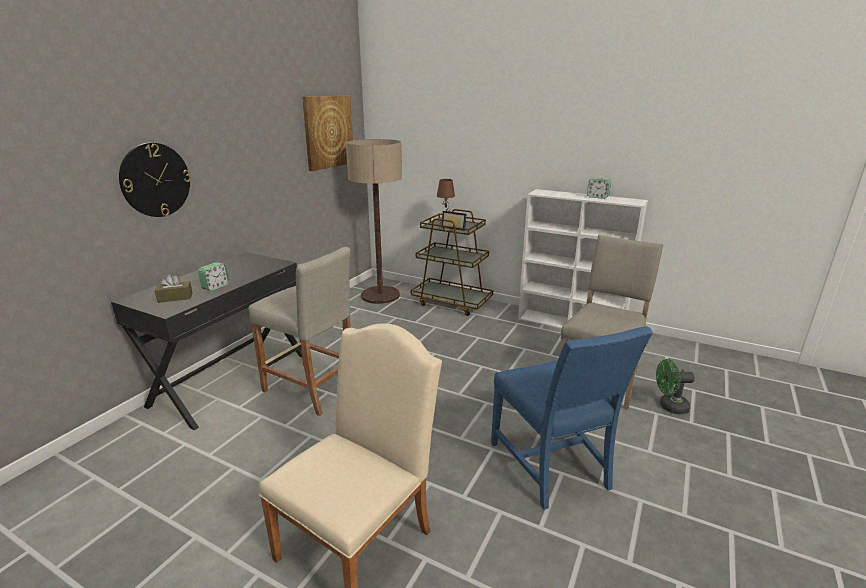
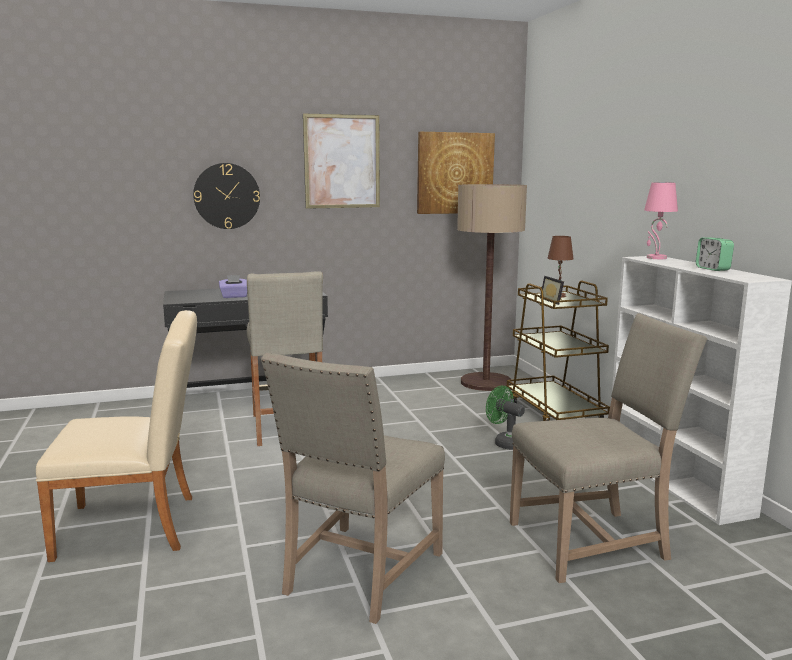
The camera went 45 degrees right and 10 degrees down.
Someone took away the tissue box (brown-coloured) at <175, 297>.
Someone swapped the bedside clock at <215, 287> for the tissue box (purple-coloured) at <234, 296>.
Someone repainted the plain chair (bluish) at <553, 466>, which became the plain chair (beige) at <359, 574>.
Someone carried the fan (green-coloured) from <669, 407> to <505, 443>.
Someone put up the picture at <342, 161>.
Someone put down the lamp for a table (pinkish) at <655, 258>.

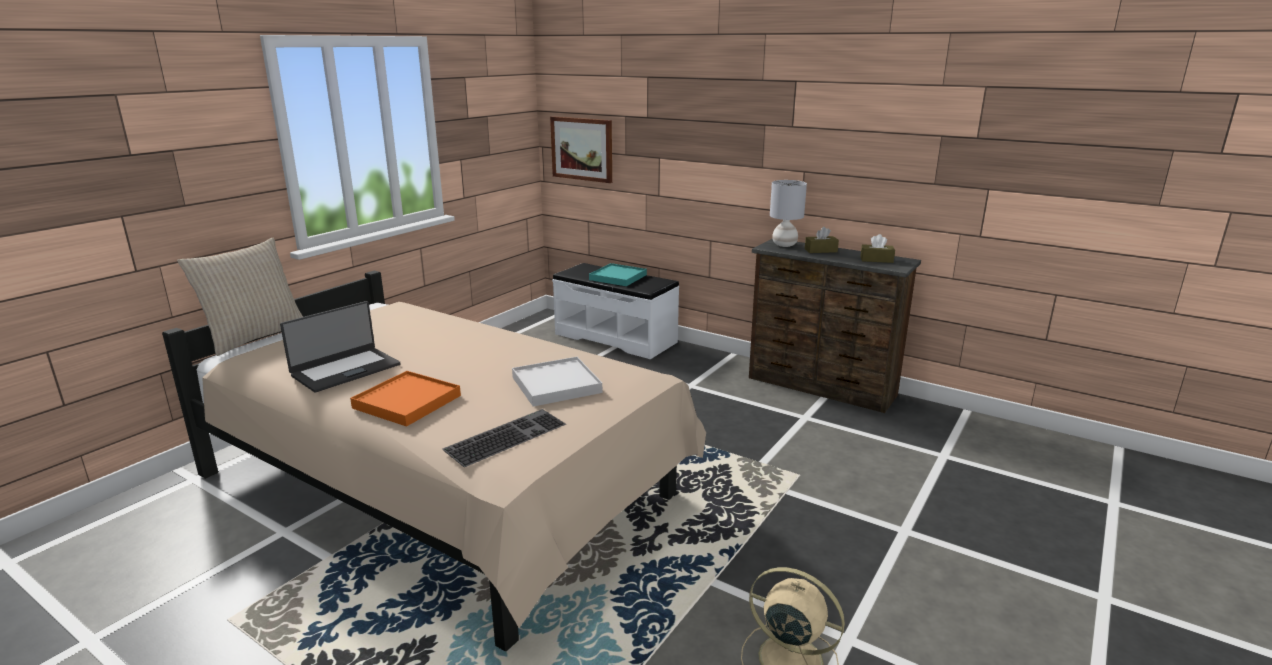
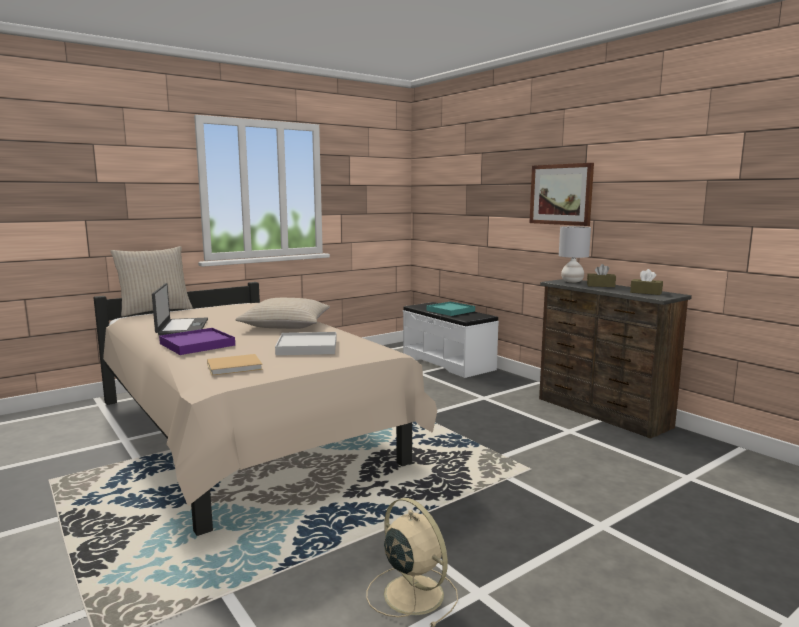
The camera went 20 degrees right and 10 degrees down.
Someone rotated the notebook computer at <345, 370> by 75 degrees counterclockwise.
Someone repainted the carrying tray (orange) at <407, 402>, which became the carrying tray (purple-coloured) at <197, 344>.
Someone swapped the PC keyboard at <506, 436> for the book (beige) at <236, 366>.
Someone carried the picture from <582, 149> to <561, 194>.
Someone put down the pillow (beige) at <286, 324>.

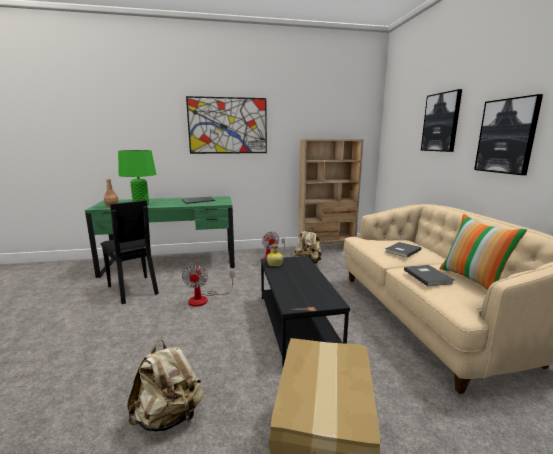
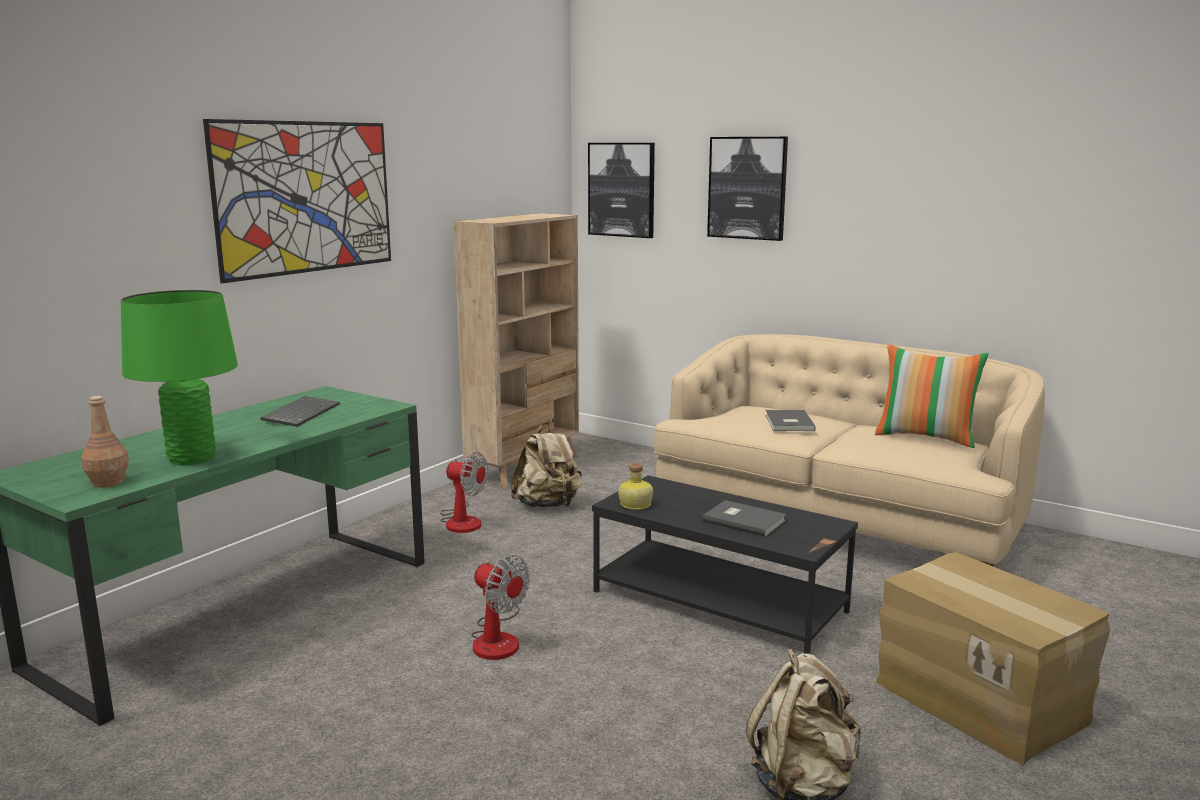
The camera went 45 degrees left and 0 degrees up.
Someone took away the plain chair (blackish) at <133, 289>.
Someone carried the book (greyish) from <428, 276> to <744, 520>.
Someone carried the picture from <506, 136> to <622, 189>.

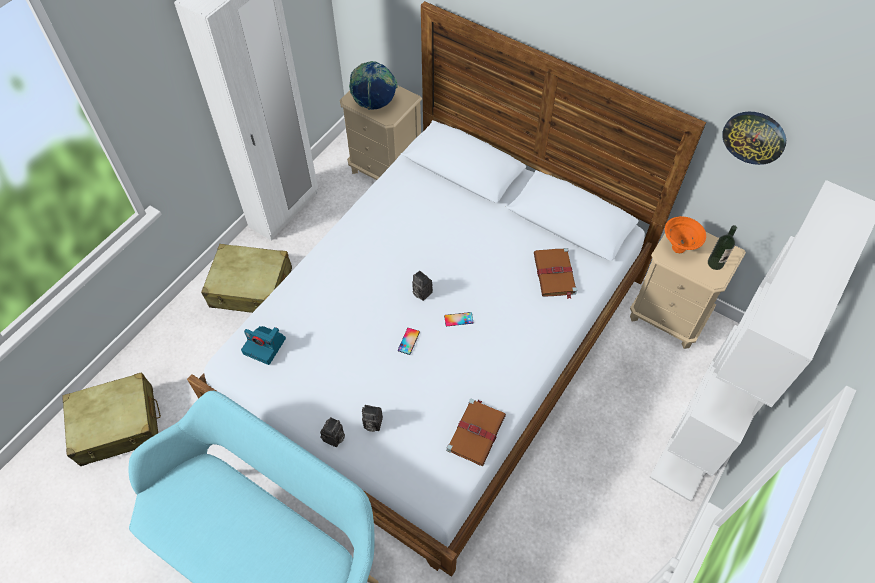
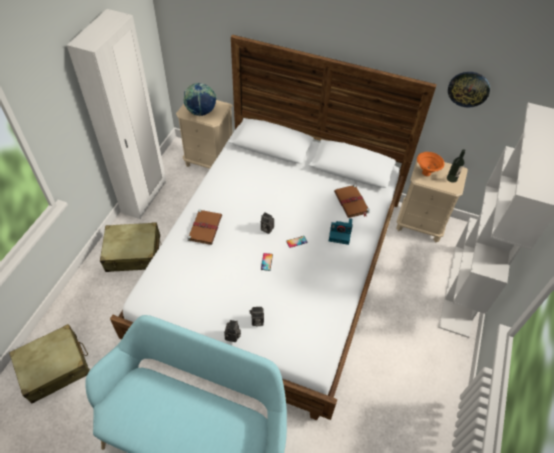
The camera went 15 degrees left and 5 degrees down.
Someone carried the still camera from <265, 346> to <340, 234>.
Someone carried the book (brown-coloured) from <476, 432> to <205, 227>.

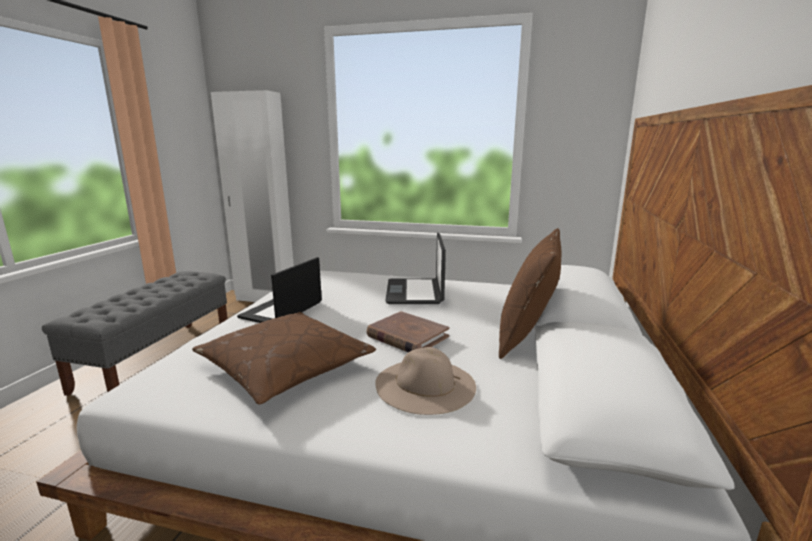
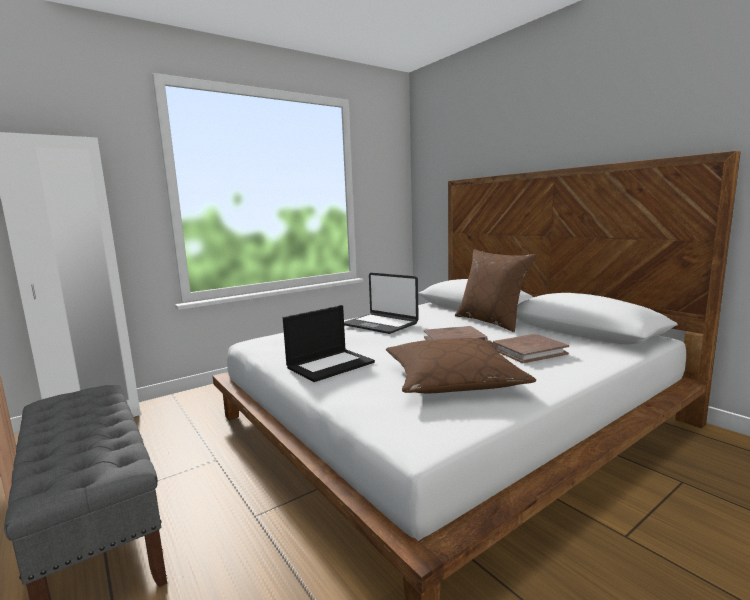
The camera went 50 degrees left and 5 degrees down.
Someone rotated the notebook computer at <281, 310> by 105 degrees counterclockwise.
Someone swapped the clothing hat (beige) at <425, 385> for the book (brown-coloured) at <529, 351>.

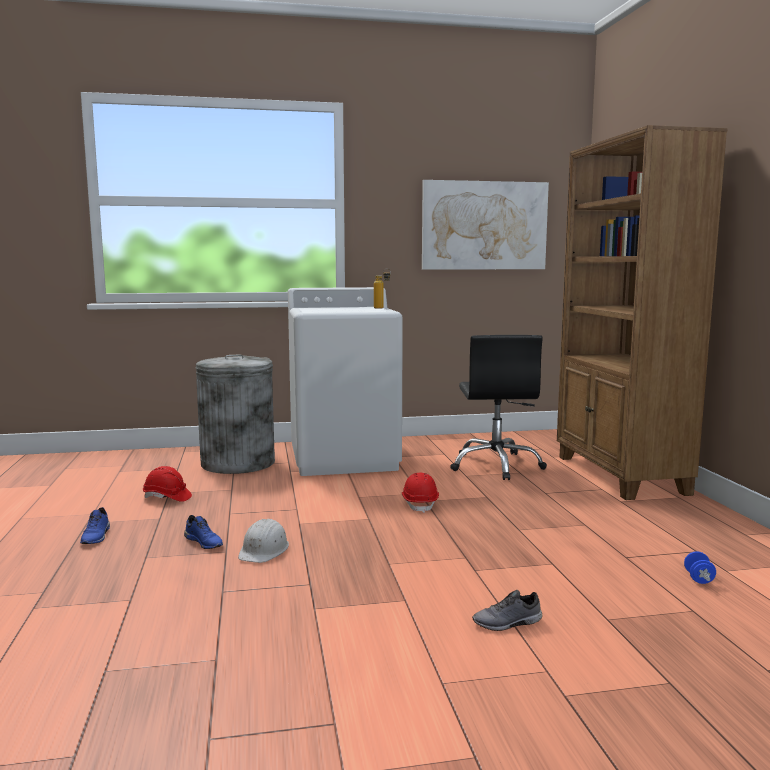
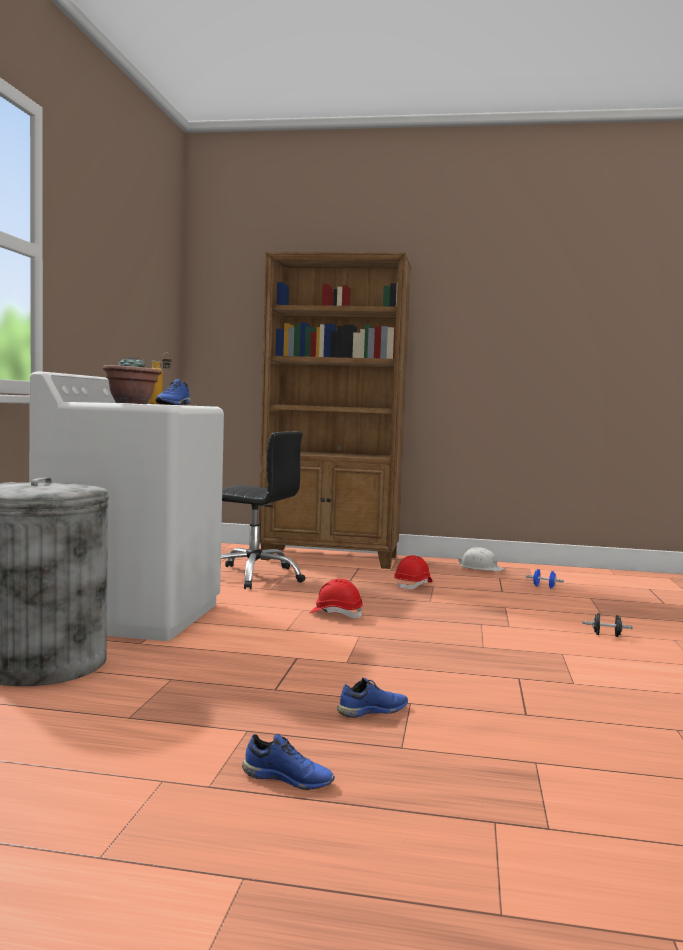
The camera went 70 degrees left and 5 degrees down.
Someone carried the work helmet (reddish) from <167, 498> to <413, 585>.
Someone carried the work helmet (white-coloured) from <264, 550> to <481, 568>.
Someone took away the picture at <484, 225>.
Someone swapped the item of footwear (greyish) at <507, 623> for the hand weight (blackish) at <606, 635>.
Someone put down the plant in a pot at <132, 403>.
Someone put down the item of footwear (bluish) at <174, 404>.

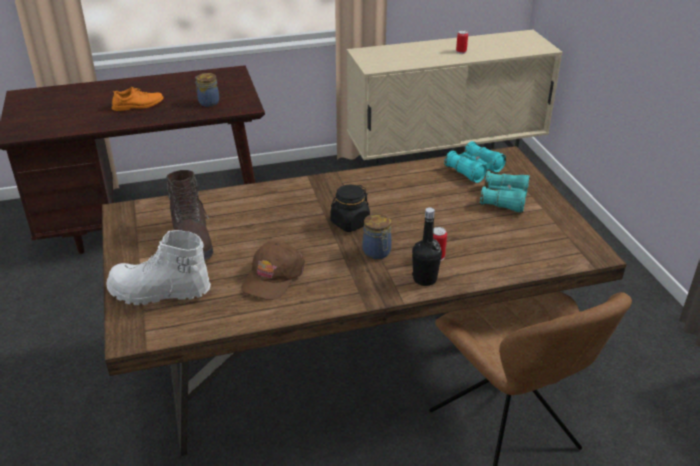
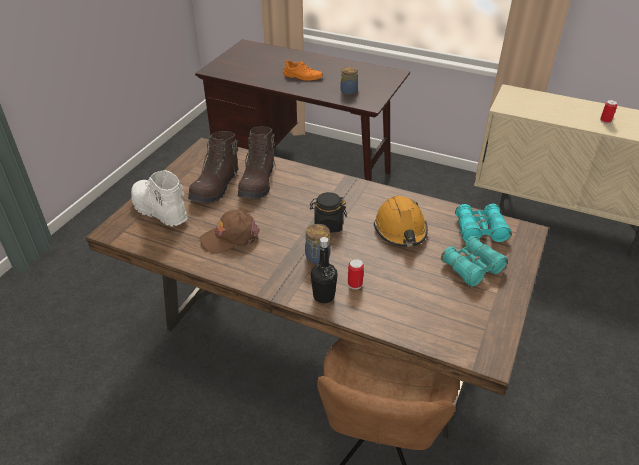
The camera went 40 degrees right and 5 degrees up.
Someone put down the boot (brown-coloured) at <258, 183>.
Someone put down the work helmet (orange) at <400, 230>.

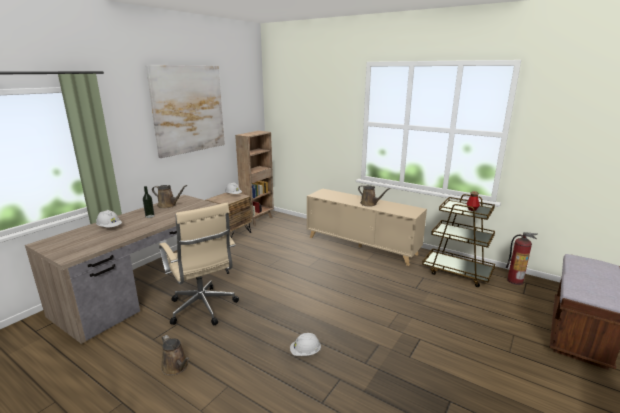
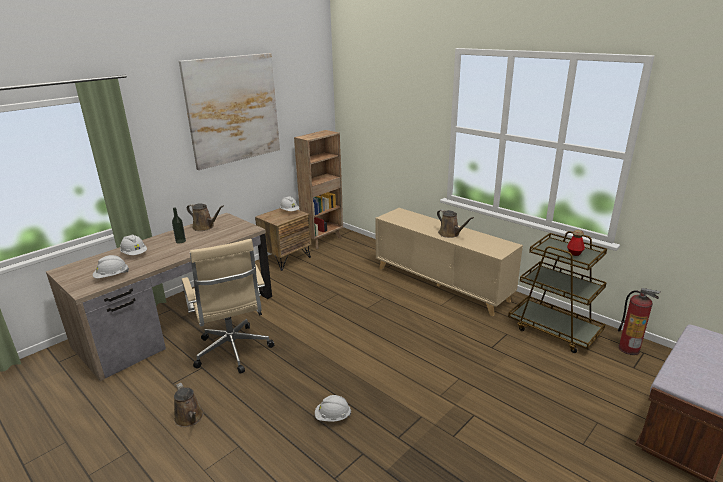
The camera went 10 degrees right and 5 degrees up.
Someone put down the work helmet (white-coloured) at <112, 276>.

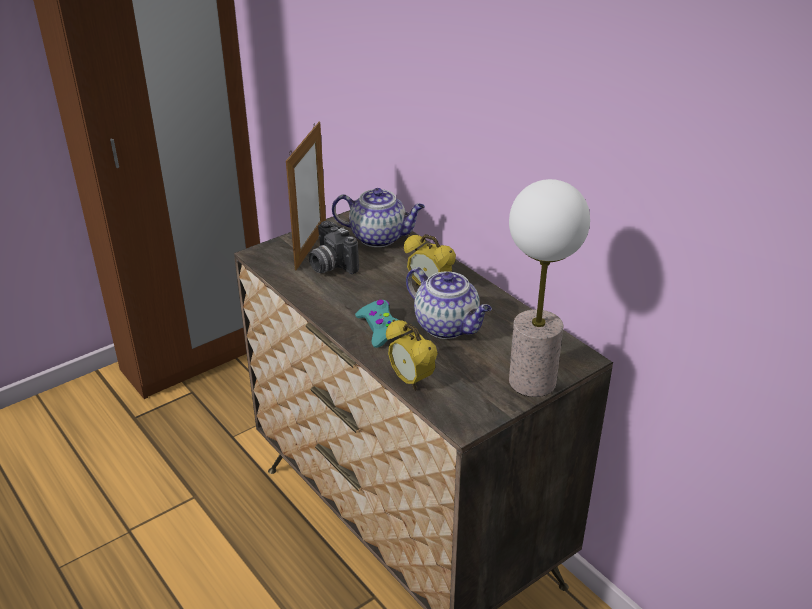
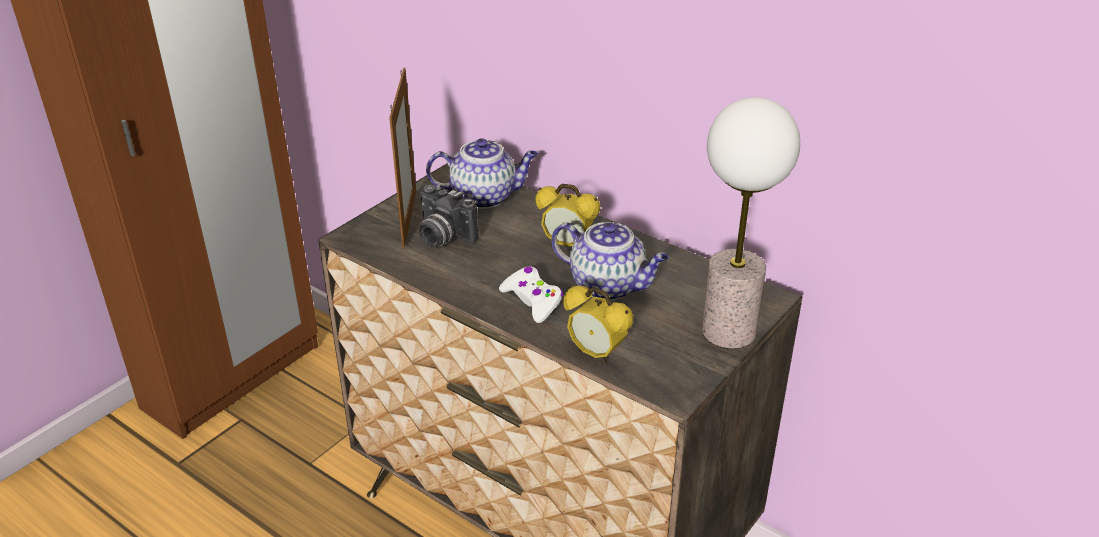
The camera went 15 degrees left and 0 degrees up.
Someone repainted the gamepad (turquoise) at <379, 328>, which became the gamepad (white-coloured) at <532, 301>.

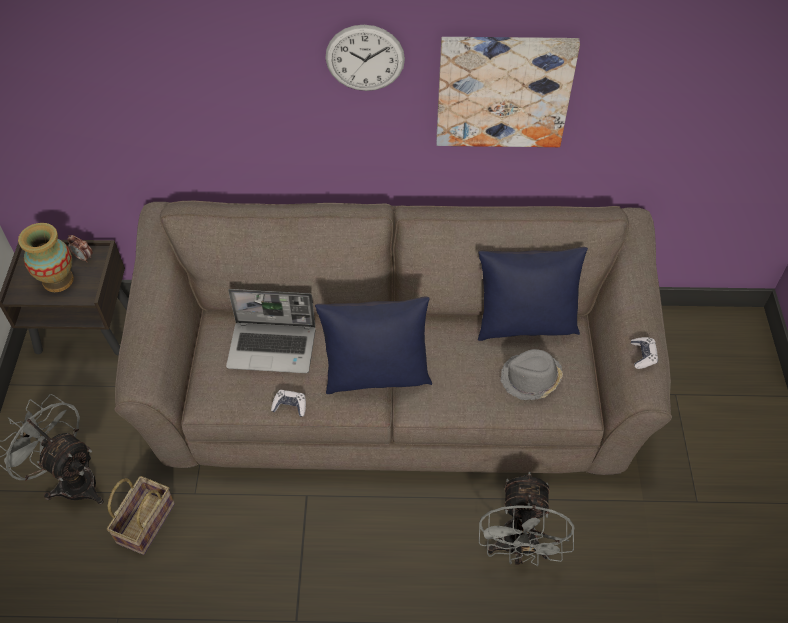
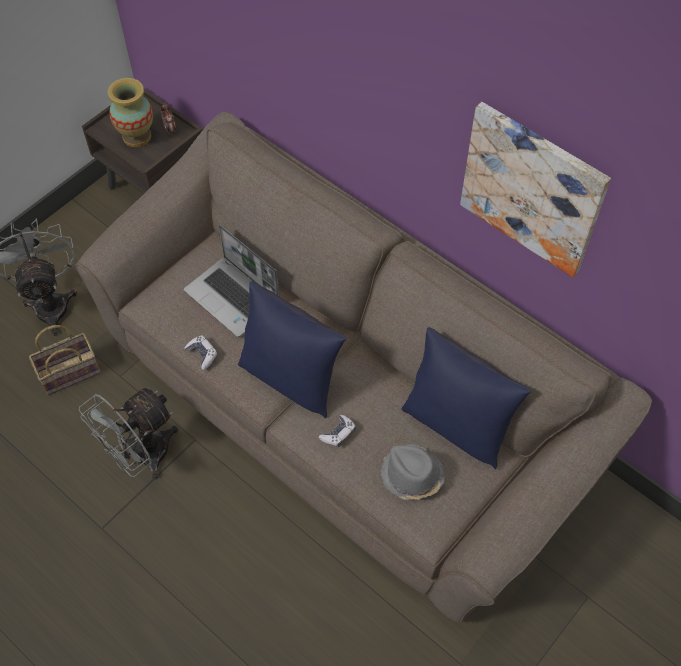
The camera went 40 degrees right and 5 degrees up.
Someone took away the clock on the wall at <365, 58>.
Someone carried the fan (greyish) from <517, 549> to <142, 456>.
Someone carried the gamepad from <643, 355> to <338, 434>.

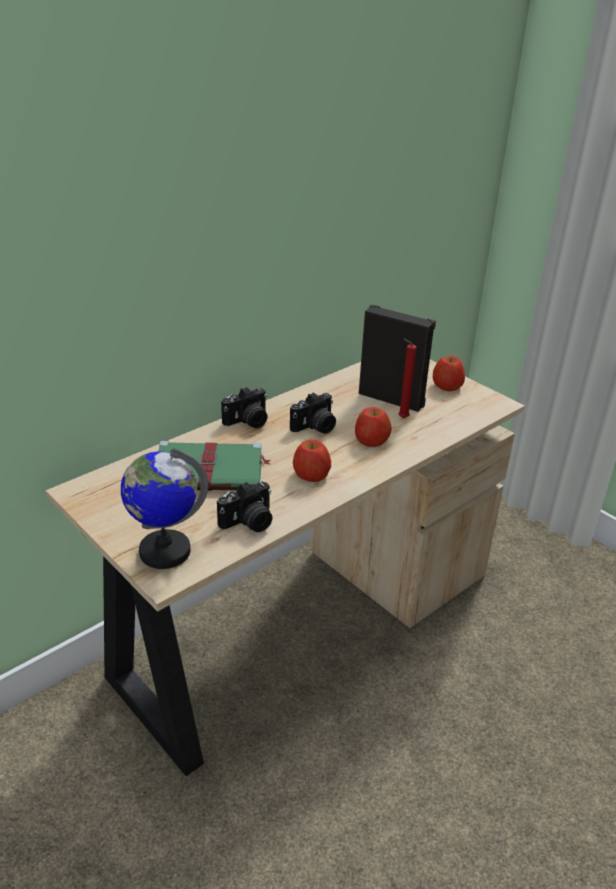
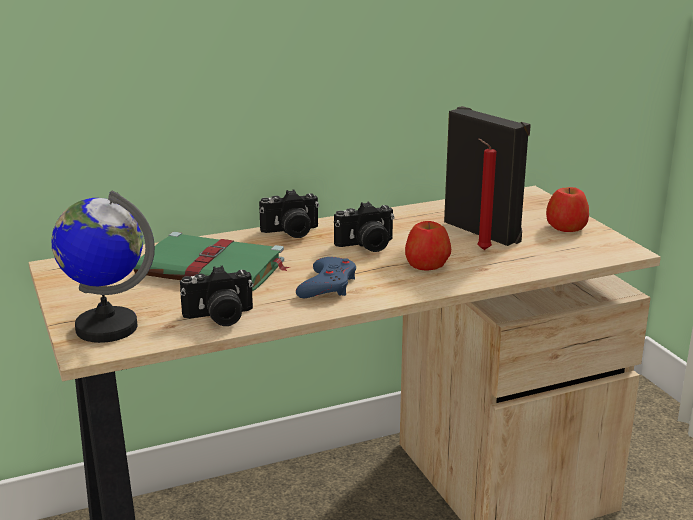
The camera went 20 degrees right and 10 degrees down.
Someone swapped the apple fruit at <311, 474> for the gamepad (bluish) at <328, 285>.

